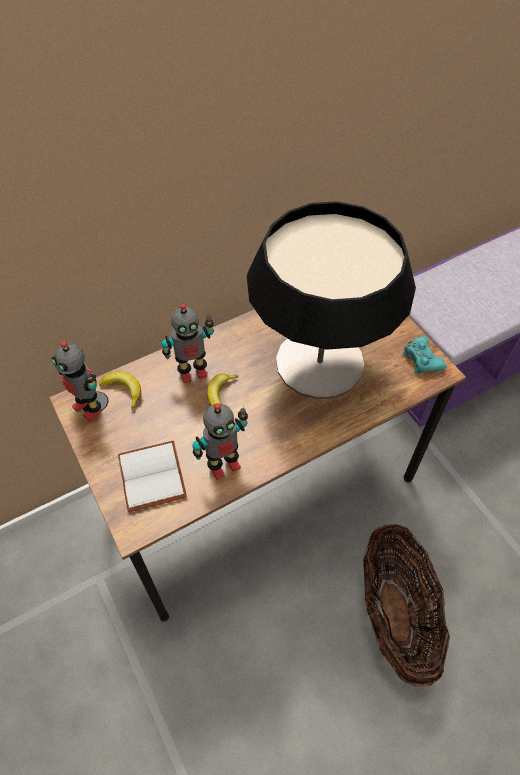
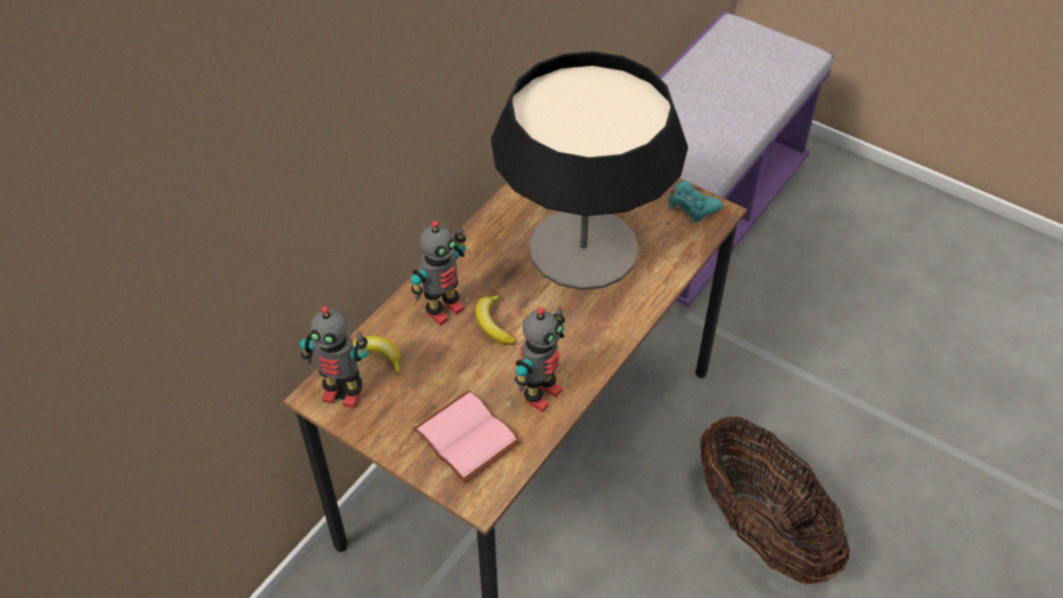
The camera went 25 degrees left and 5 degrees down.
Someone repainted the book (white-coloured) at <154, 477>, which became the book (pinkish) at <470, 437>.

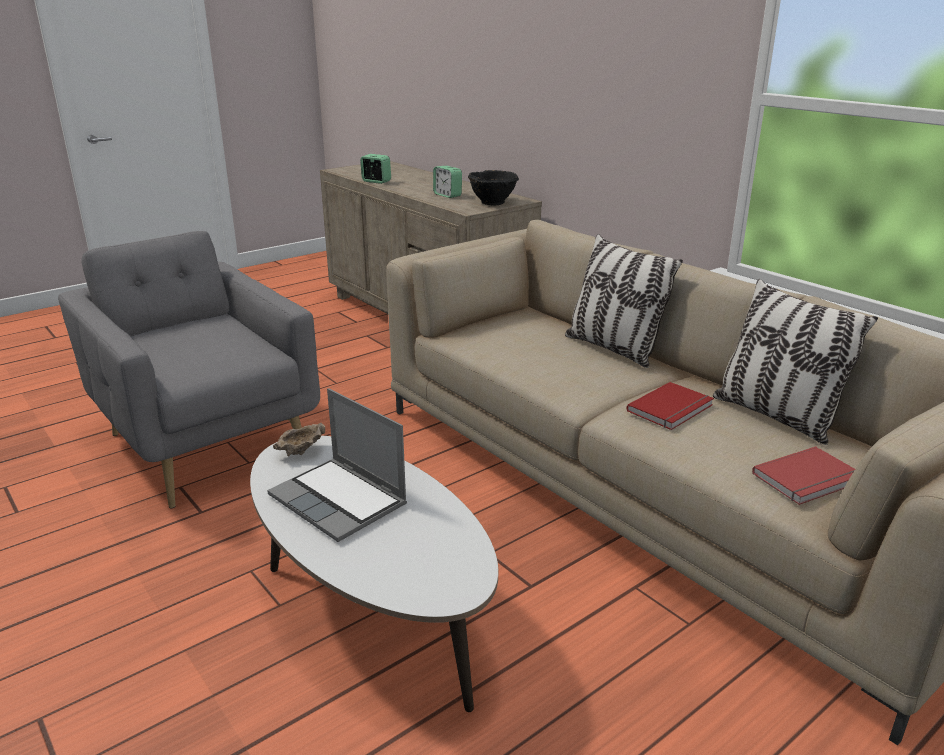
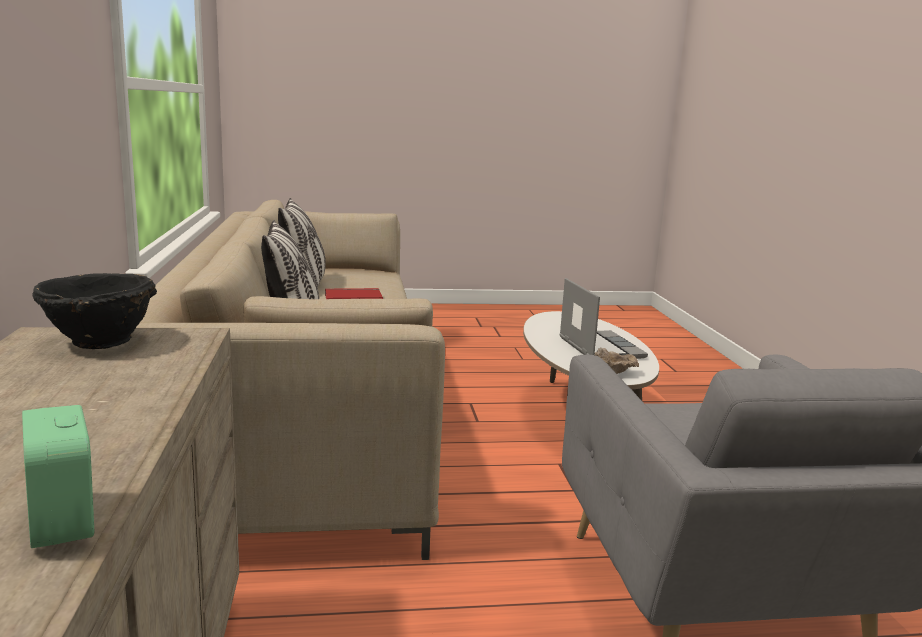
The camera went 150 degrees left and 10 degrees down.
Someone took away the bedside clock at <447, 195>.
Someone took away the book (reddish) at <809, 479>.

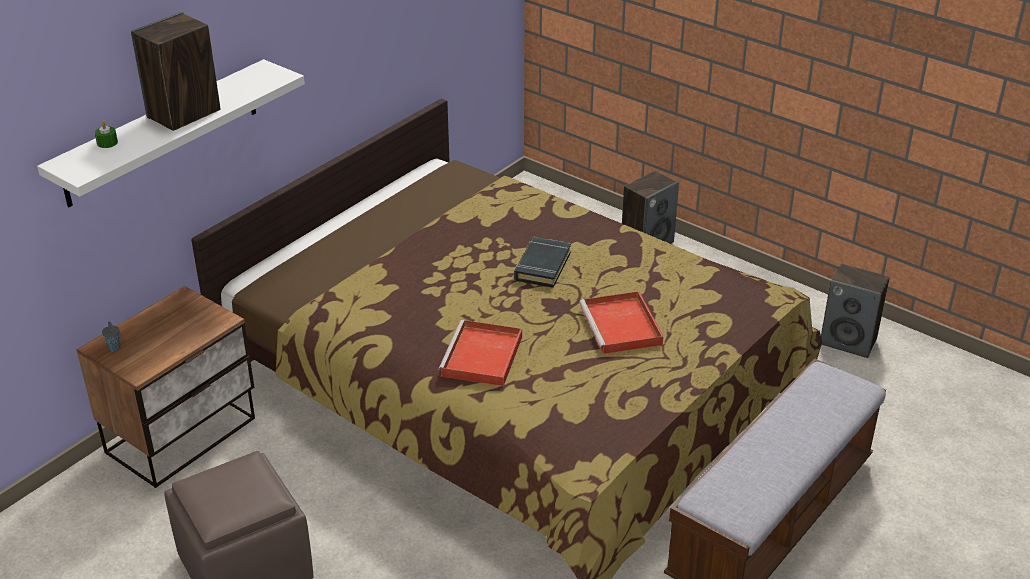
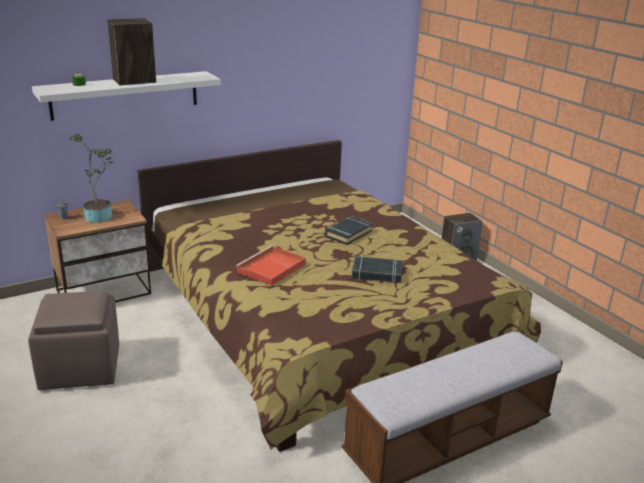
The camera went 20 degrees right and 10 degrees down.
Someone swapped the carrying tray (reddish) at <622, 327> for the book (blackish) at <376, 273>.
Someone took away the speaker at <849, 341>.
Someone put down the plant in a pot at <100, 215>.

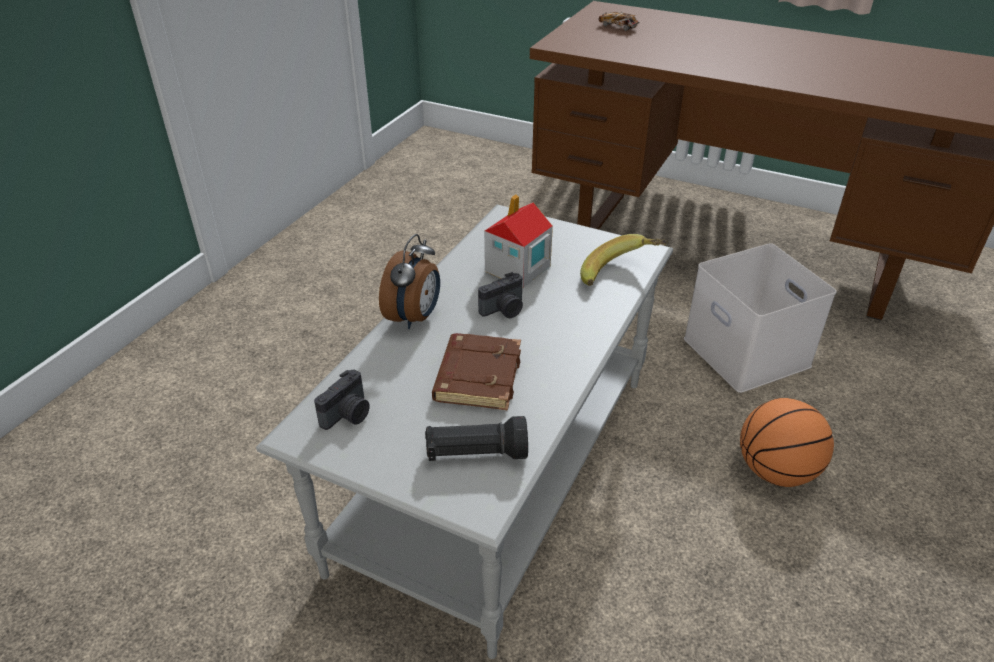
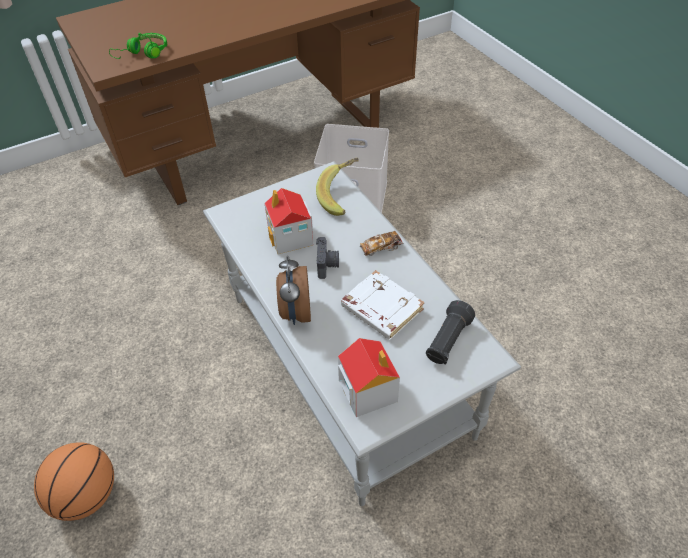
The camera went 55 degrees left and 10 degrees up.
Someone swapped the still camera at <348, 415> for the toy house at <367, 390>.
Someone rotated the bedside clock at <415, 317> by 150 degrees counterclockwise.
Someone repainted the book (brown-coloured) at <477, 376>, which became the book (white-coloured) at <380, 309>.
Someone carried the miniature car from <618, 27> to <381, 248>.
Someone carried the ball for basketball from <776, 471> to <87, 495>.
Someone put down the headphones (green-coloured) at <143, 54>.

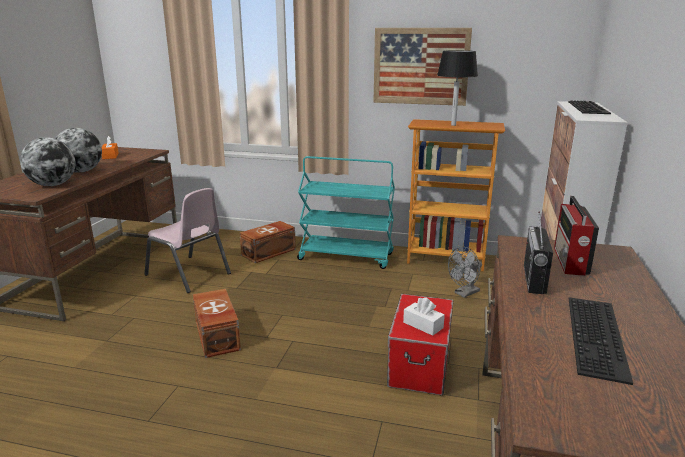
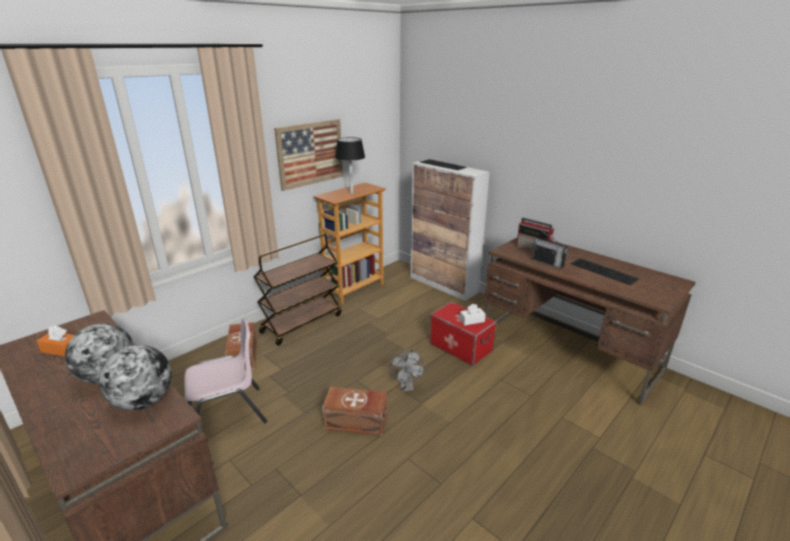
The camera went 60 degrees left and 5 degrees up.
Someone repainted the cart (turquoise) at <347, 257>, which became the cart (brown-coloured) at <302, 323>.
Someone carried the fan (greyish) from <464, 293> to <407, 386>.

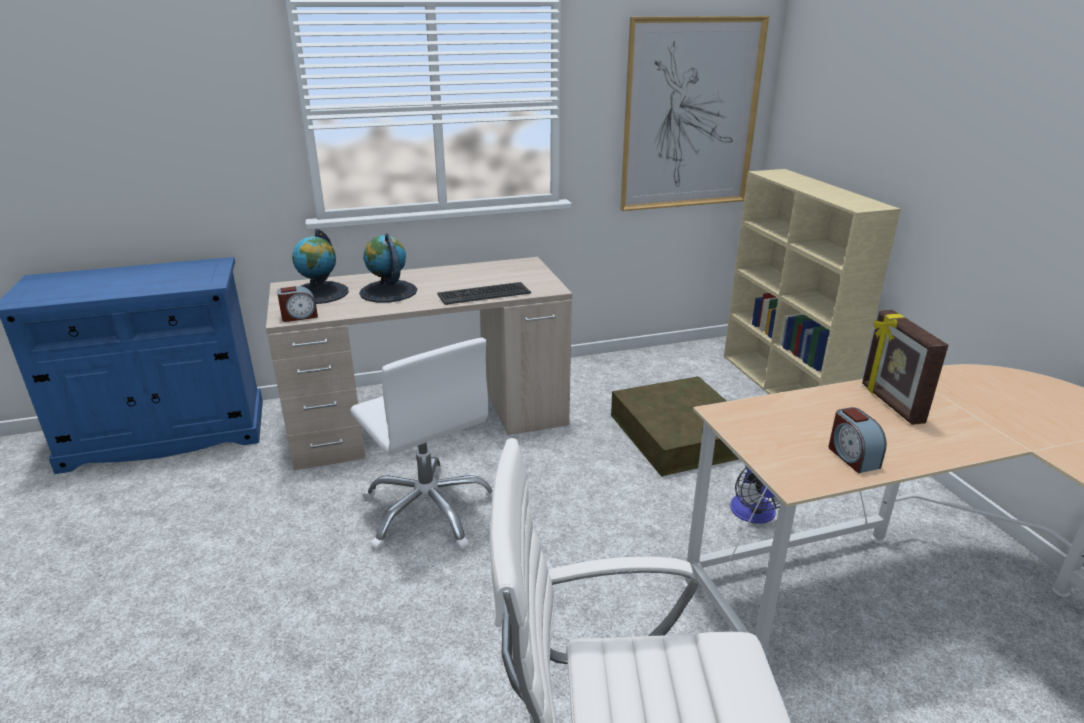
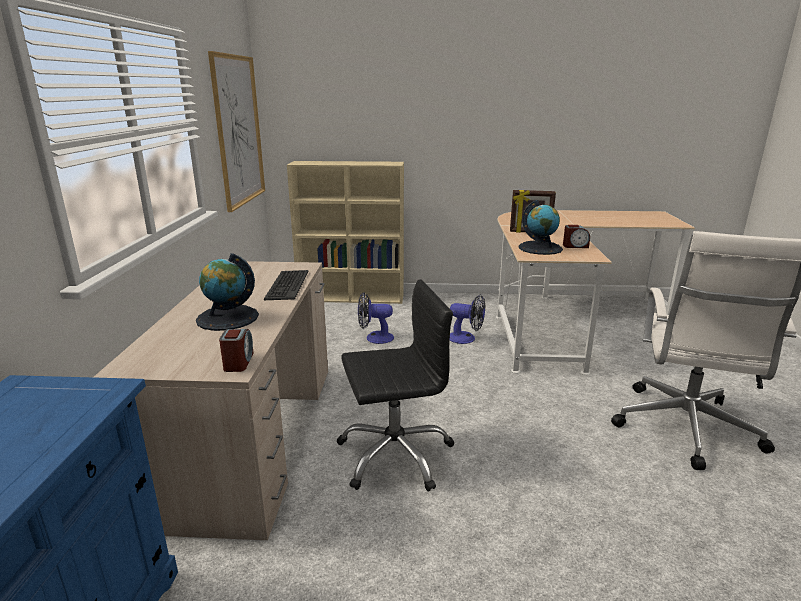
The camera went 70 degrees left and 5 degrees down.
Someone carried the world globe from <319, 293> to <540, 248>.
Someone repainted the computer chair (white-coloured) at <429, 510>, which became the computer chair (blackish) at <395, 454>.
Someone swapped the storage container (brown-coloured) at <679, 434> for the fan at <374, 338>.

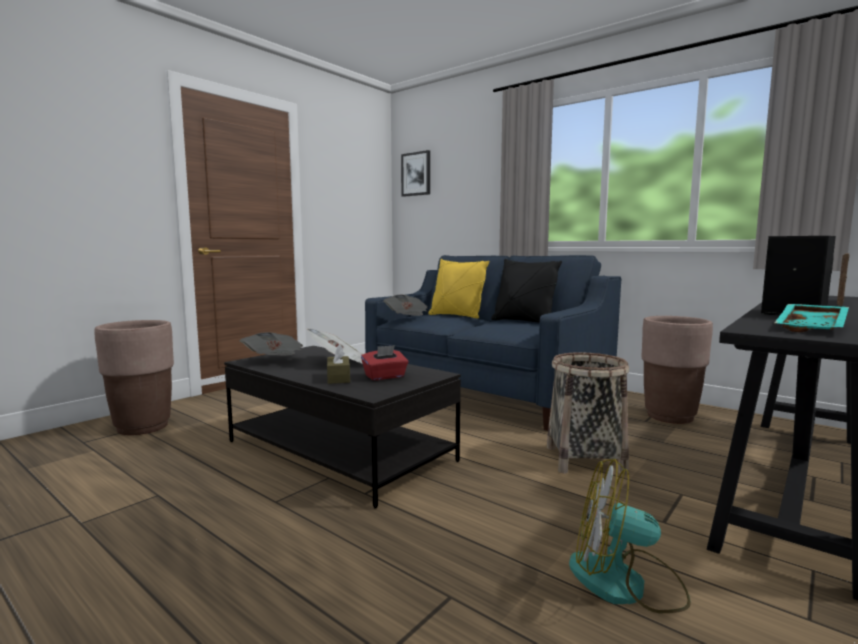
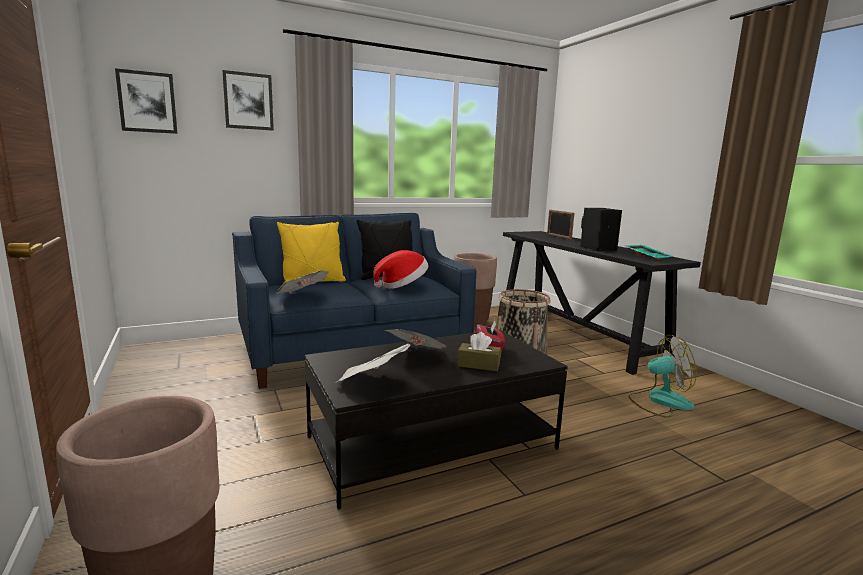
The camera went 65 degrees left and 5 degrees up.
Someone rotated the fan at <625, 583> by 135 degrees counterclockwise.
Someone put up the picture at <248, 101>.
Someone put down the clothing hat at <402, 286>.

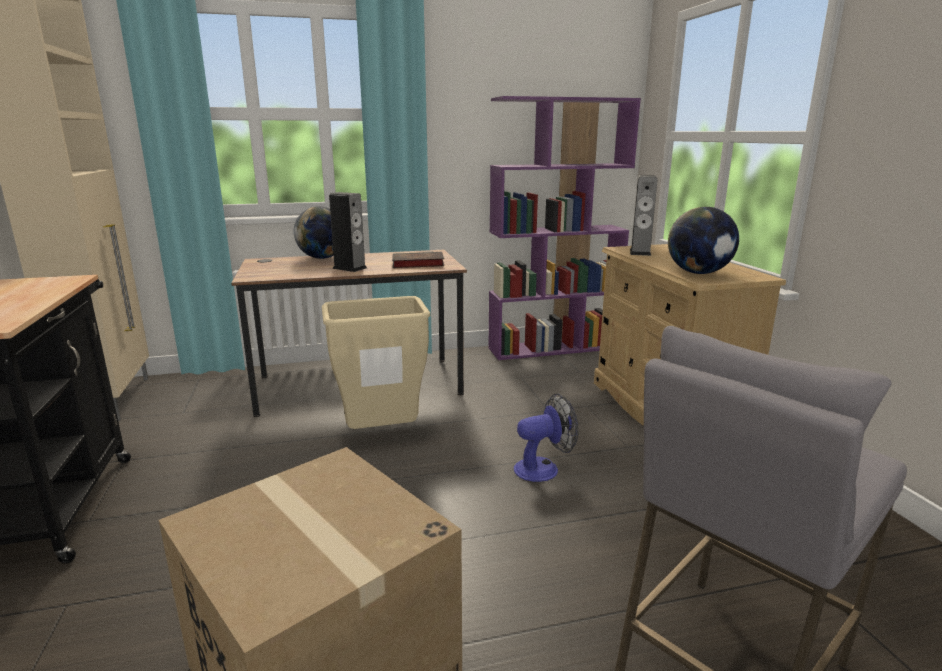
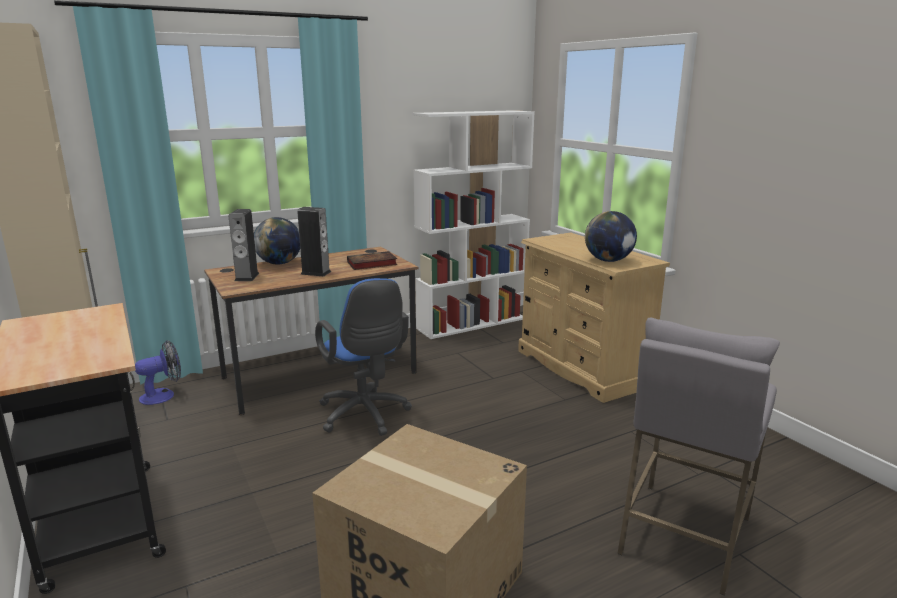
The camera went 15 degrees left and 0 degrees up.
Someone swapped the waste bin (beige) at <380, 435> for the computer chair (bluish) at <365, 416>.
Someone repainted the bookshelf (purple-coloured) at <553, 348>, which became the bookshelf (white-coloured) at <472, 323>.
Someone carried the fan from <543, 468> to <163, 395>.
Someone carried the speaker from <640, 252> to <247, 277>.

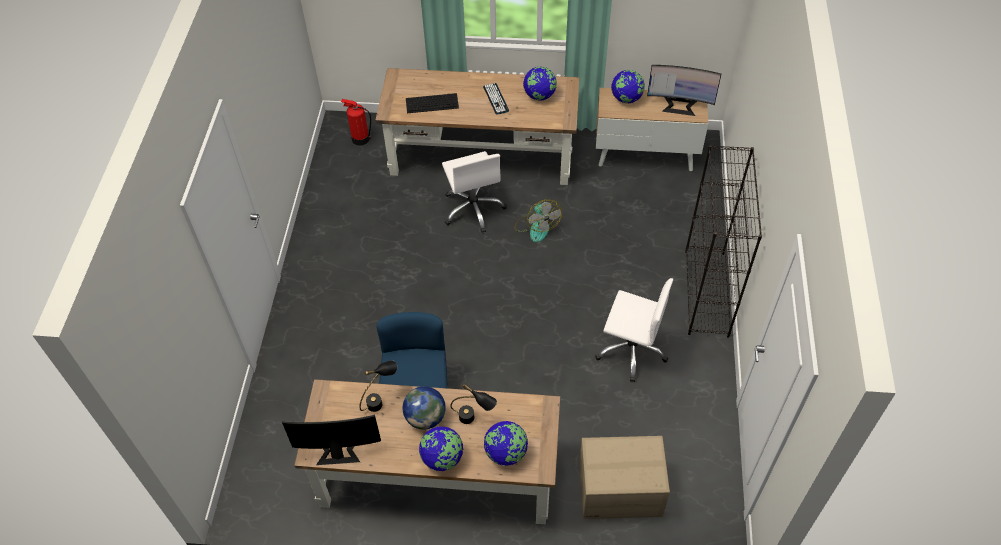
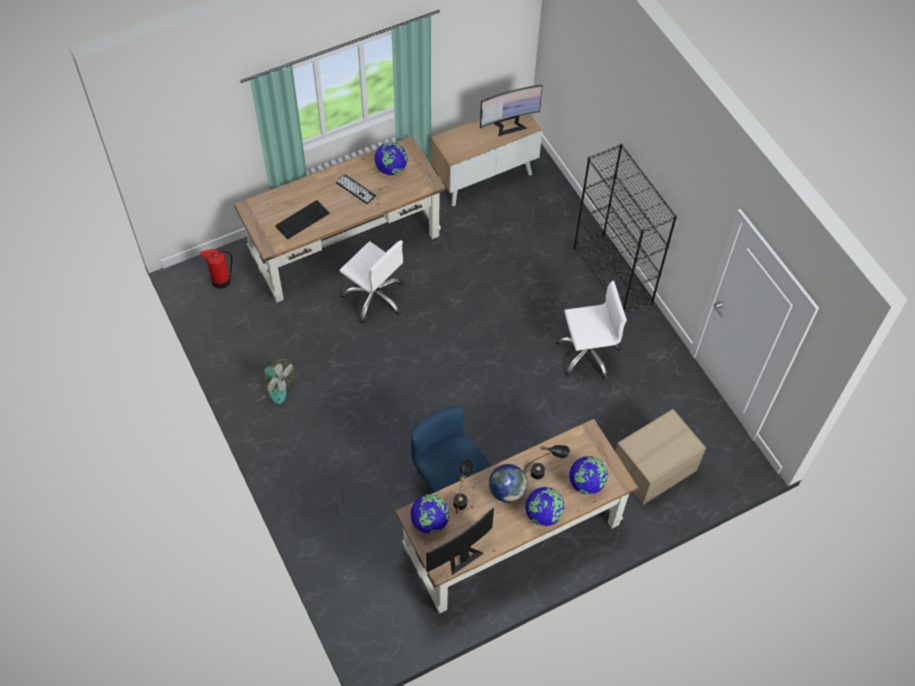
The camera went 35 degrees left and 5 degrees up.
Someone carried the fan from <536, 227> to <272, 388>.
Someone carried the world globe from <626, 98> to <430, 521>.

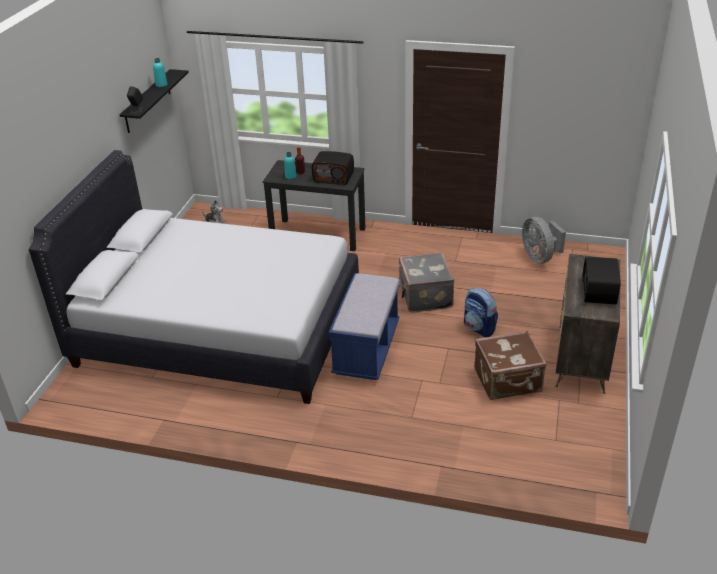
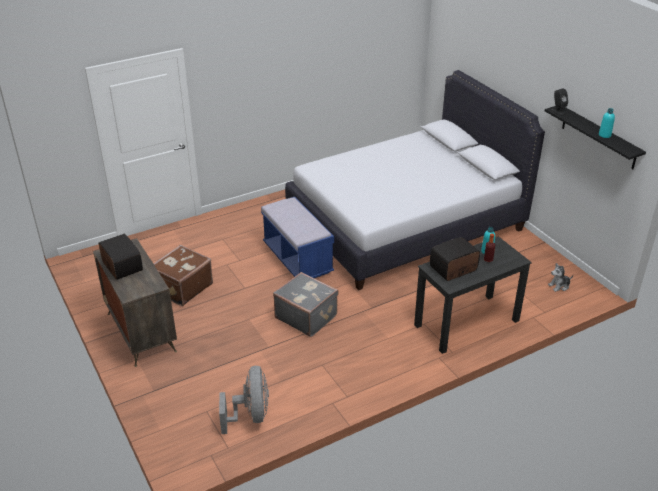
The camera went 135 degrees right and 0 degrees up.
Someone took away the knapsack at <479, 328>.
Someone rotated the fan (greyish) at <540, 257> by 60 degrees clockwise.

